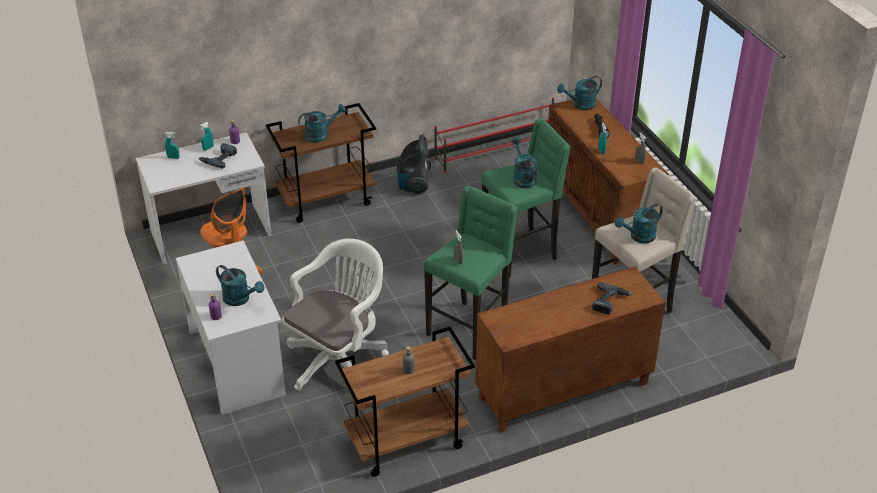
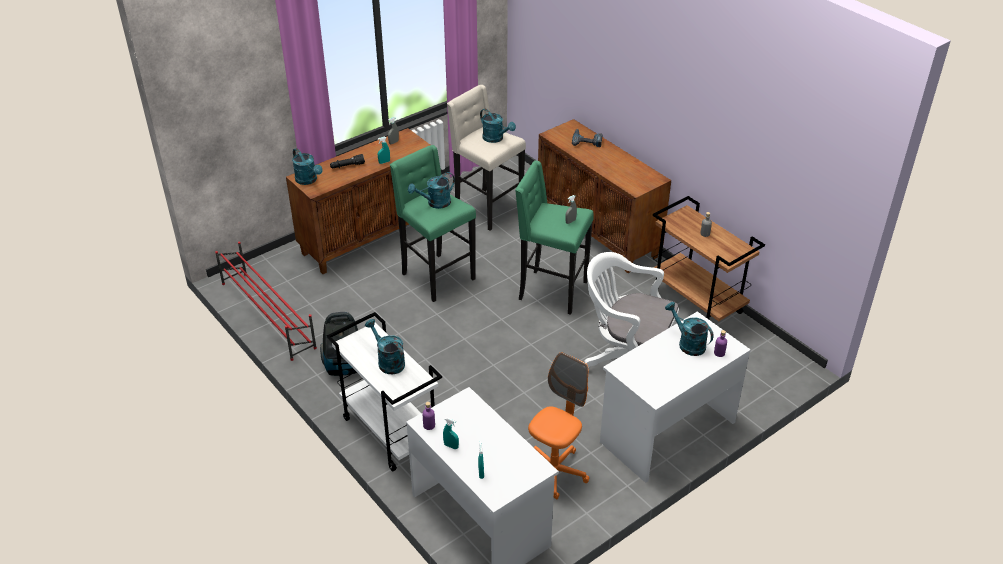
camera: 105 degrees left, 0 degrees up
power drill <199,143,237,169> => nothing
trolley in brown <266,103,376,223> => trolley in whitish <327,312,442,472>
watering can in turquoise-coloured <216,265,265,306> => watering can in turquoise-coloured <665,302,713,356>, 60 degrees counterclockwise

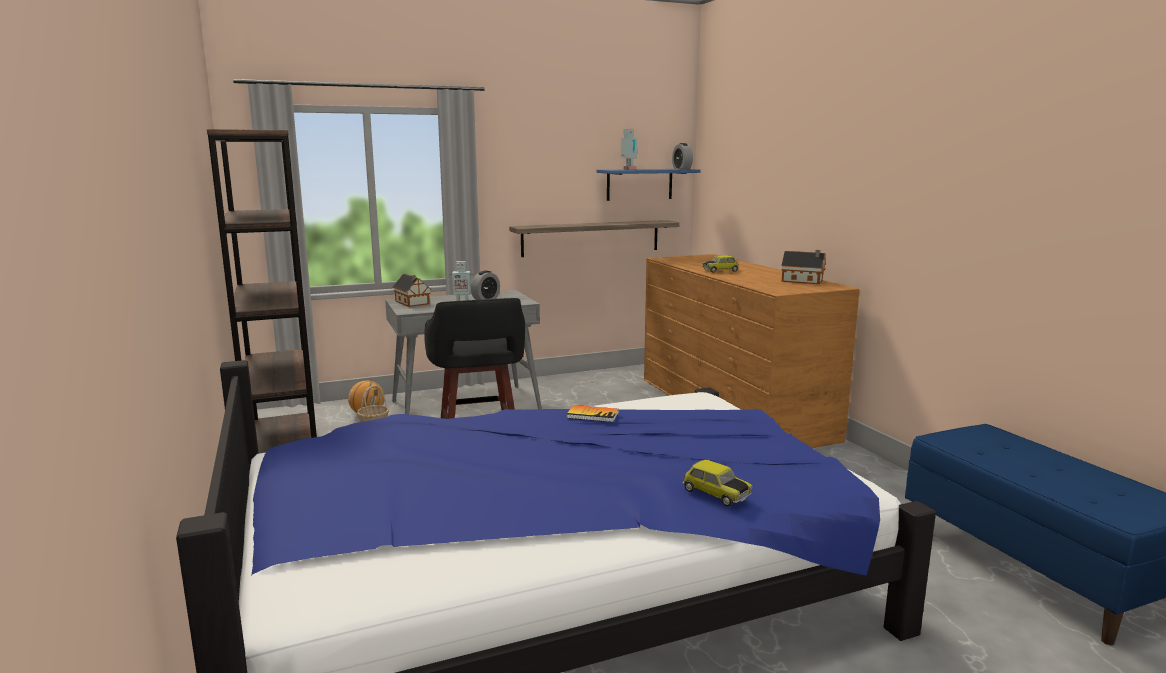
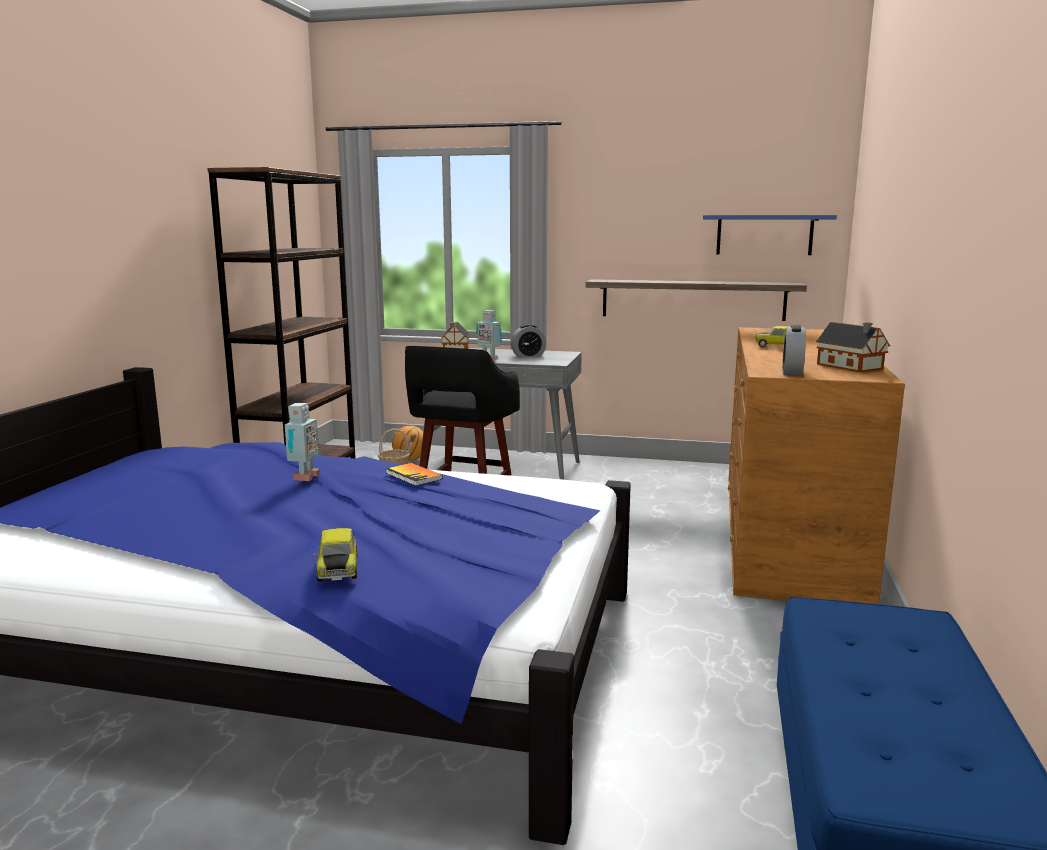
camera: 35 degrees right, 0 degrees up
toy robot <621,129,637,170> => toy robot <285,403,320,481>, moved
table clock <672,143,693,169> => table clock <782,325,806,376>, moved

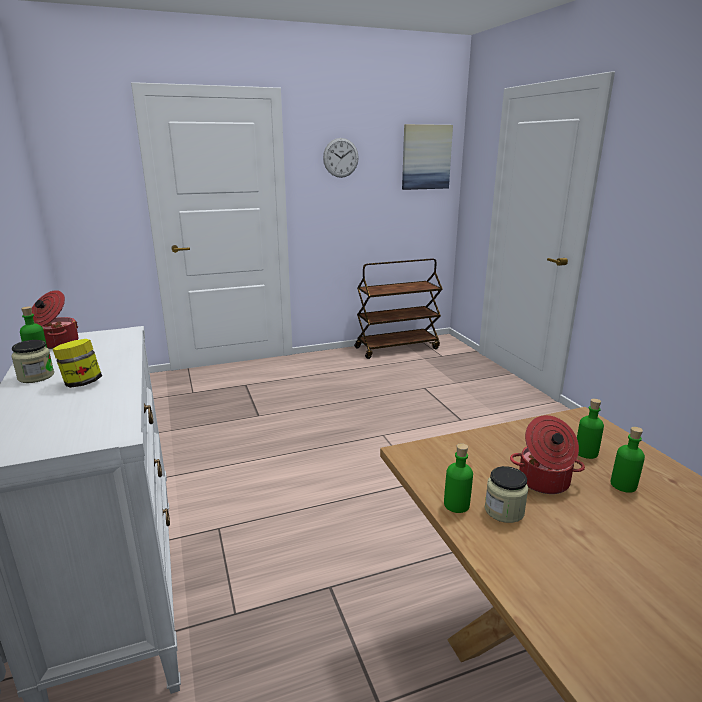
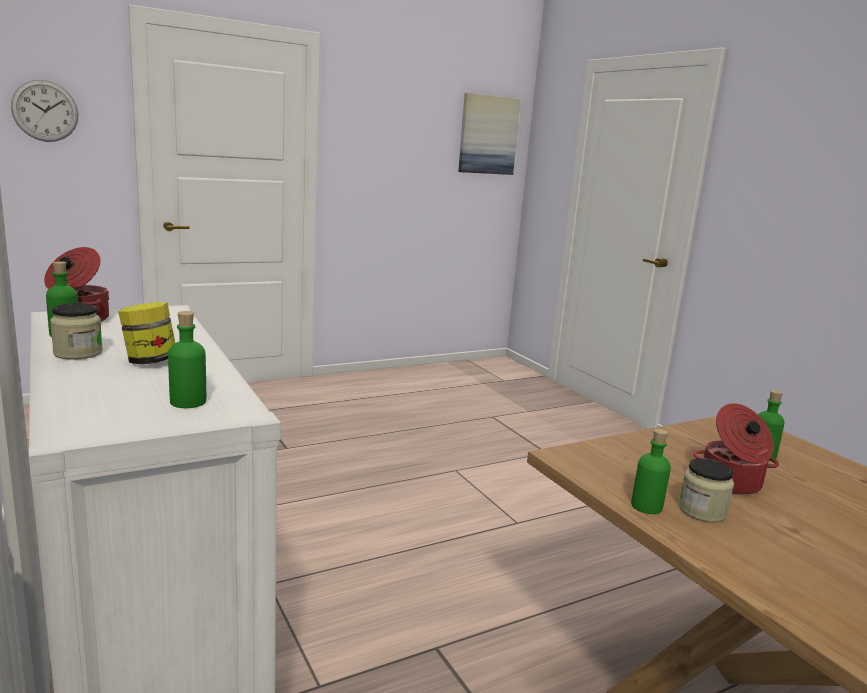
camera: 10 degrees left, 5 degrees down
trolley in brown <354,258,442,359> => nothing
clock on the wall <323,138,359,178> => clock on the wall <11,80,78,142>, moved
bottle in green-coloured <611,427,645,493> => bottle in green-coloured <168,311,206,408>, moved

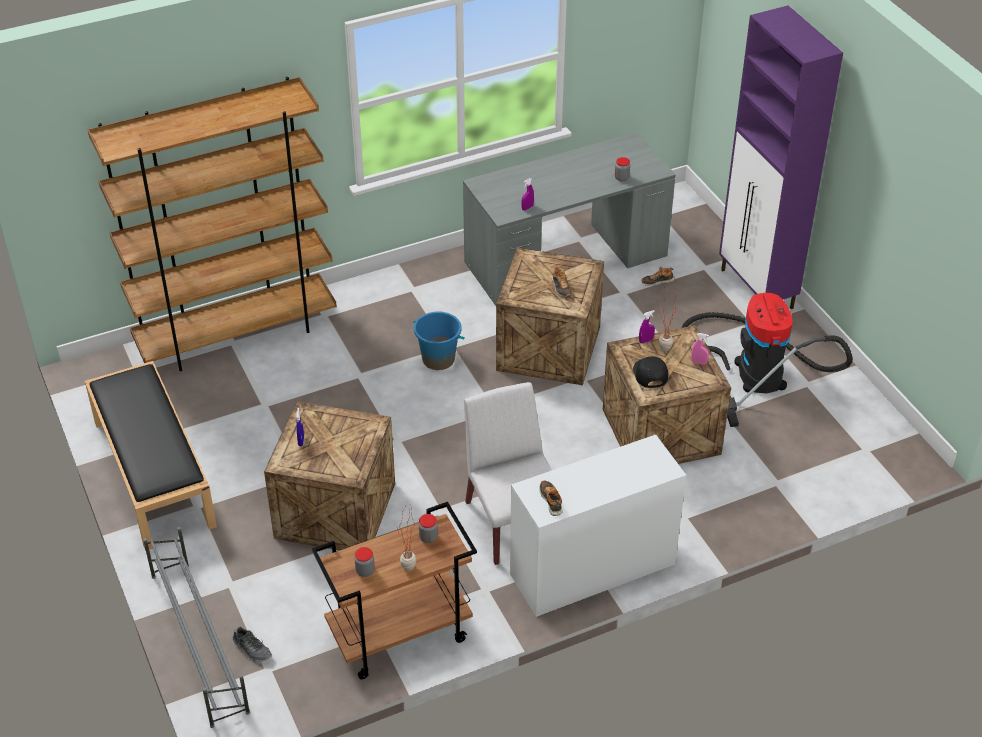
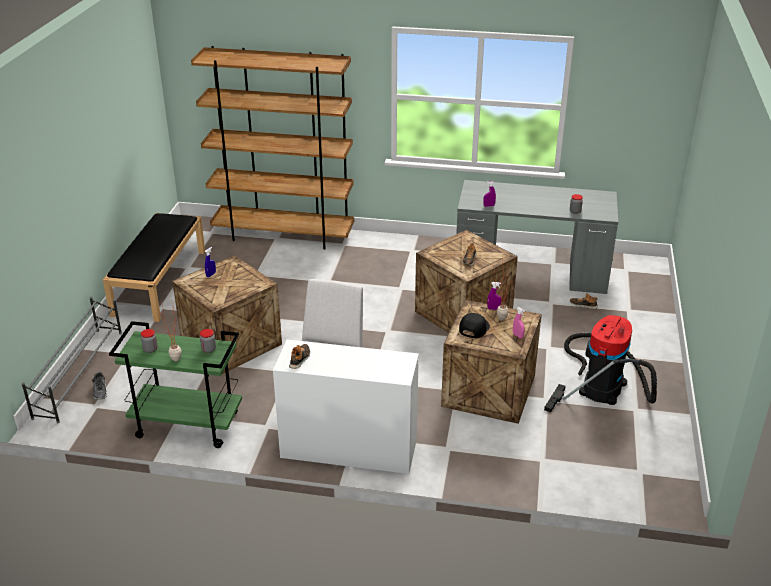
camera: 35 degrees right, 10 degrees down
water bucket in bluish <413,311,465,370> => nothing
cabinet in purplish <719,6,843,309> => nothing
trolley in brown <312,502,477,679> => trolley in green-coloured <109,321,242,448>

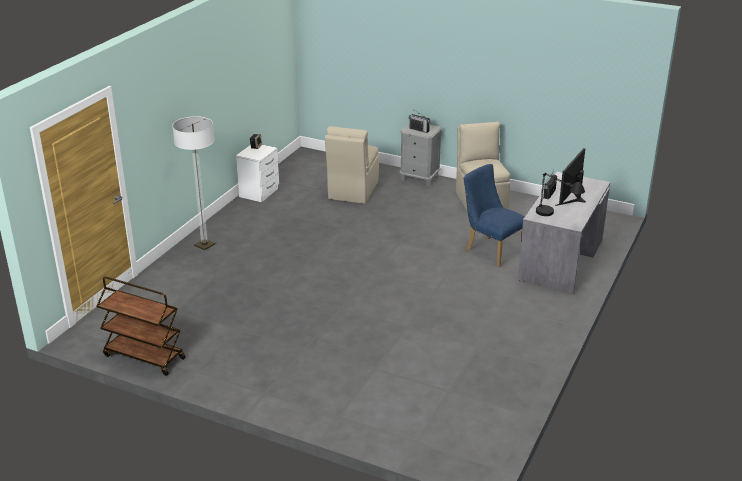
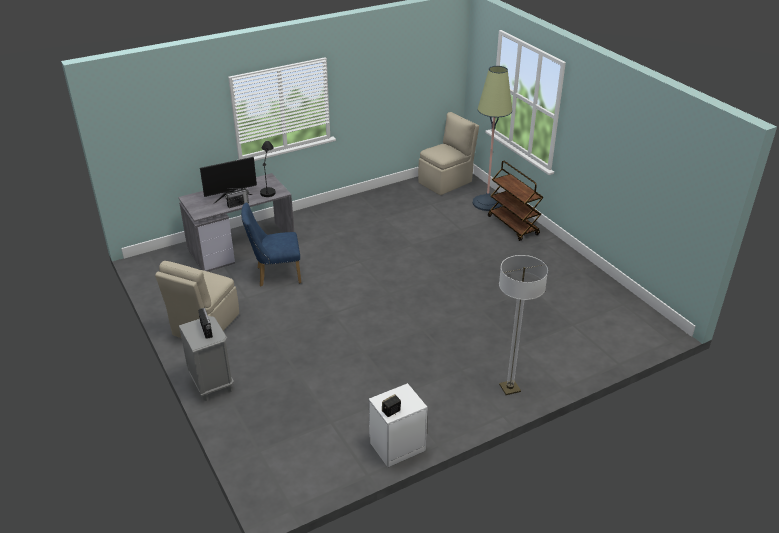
camera: 145 degrees left, 5 degrees up
nothing => standard lamp <473,66,512,211>
trolley in brown <97,276,186,376> => trolley in brown <488,161,544,241>, moved
chair in beige-coloured <325,126,379,204> => chair in beige-coloured <418,112,479,195>, moved
chair in bluish <463,164,525,267> => chair in bluish <241,202,301,287>, 90 degrees clockwise

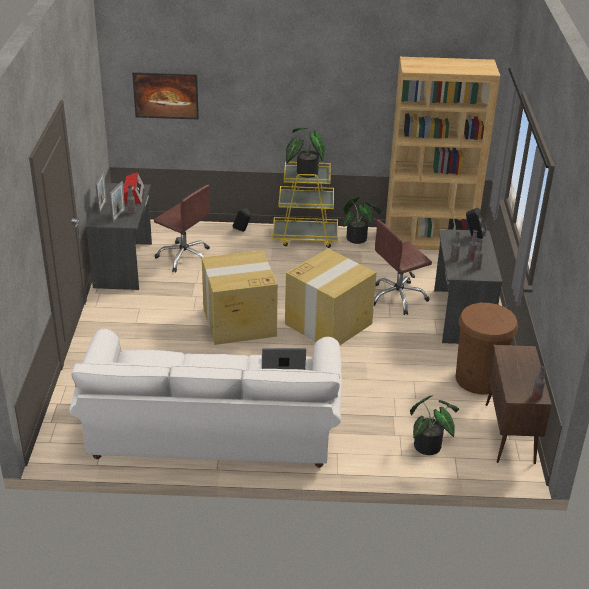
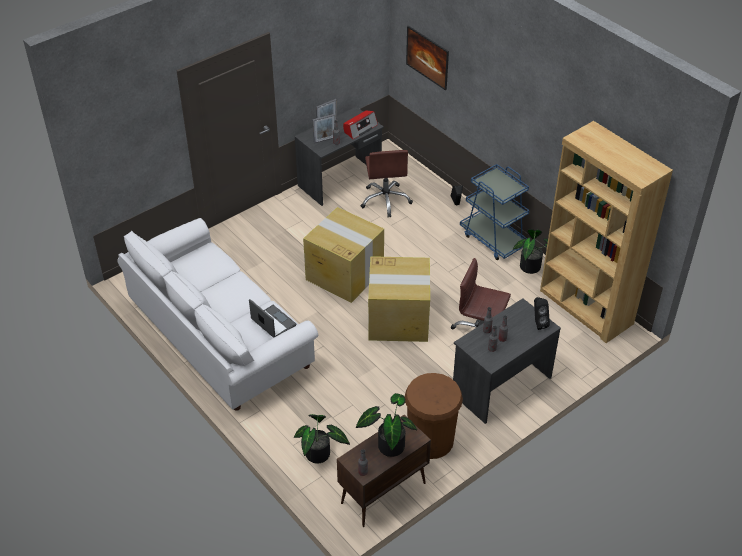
camera: 50 degrees right, 10 degrees up
houseplant <286,127,325,178> => houseplant <356,393,417,457>, moved
trolley in yellow-coloured <272,162,338,248> => trolley in bluish <460,164,529,260>

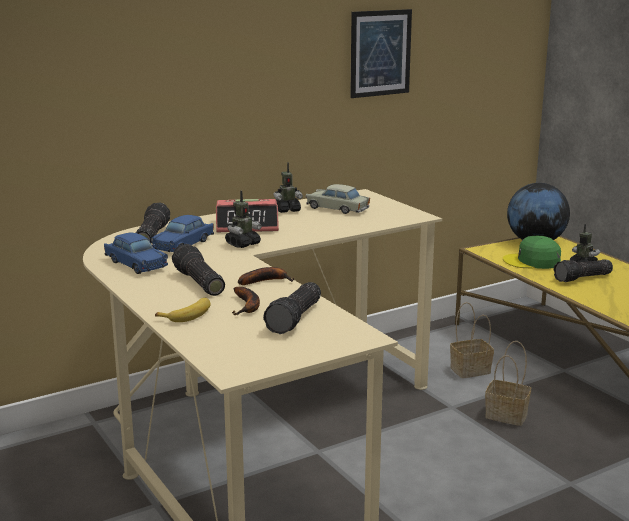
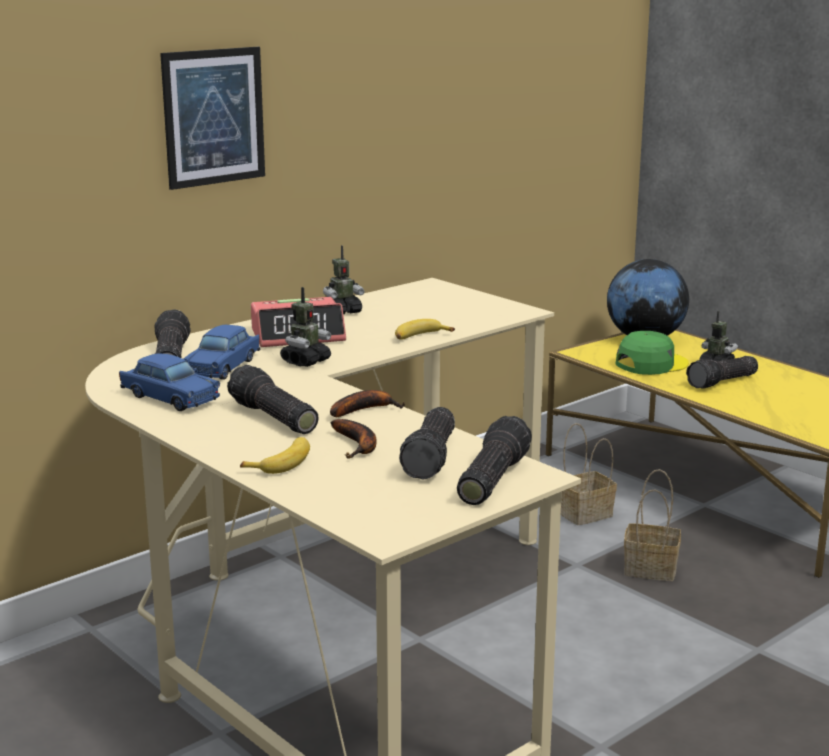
camera: 10 degrees left, 0 degrees up
miniature car in beige-coloured <306,184,370,214> => nothing
nothing => banana fruit <395,319,455,340>
nothing => hand torch <457,416,532,505>
wall art <350,9,412,98> => wall art <160,47,265,190>, moved
peaked cap in green-coloured <503,236,561,269> => peaked cap in green-coloured <616,331,689,375>, 150 degrees clockwise

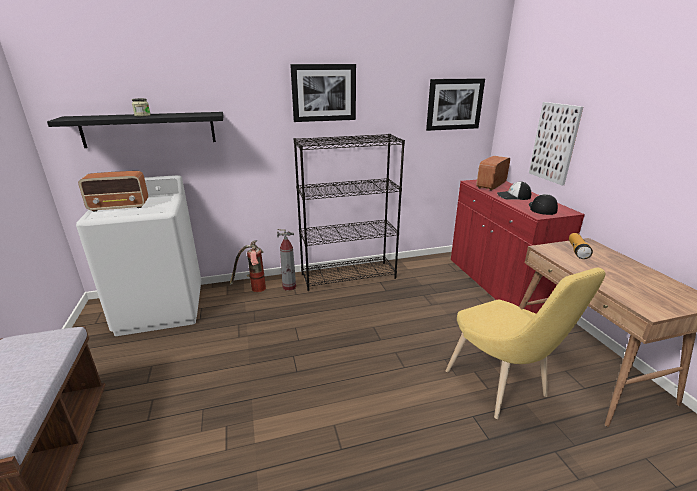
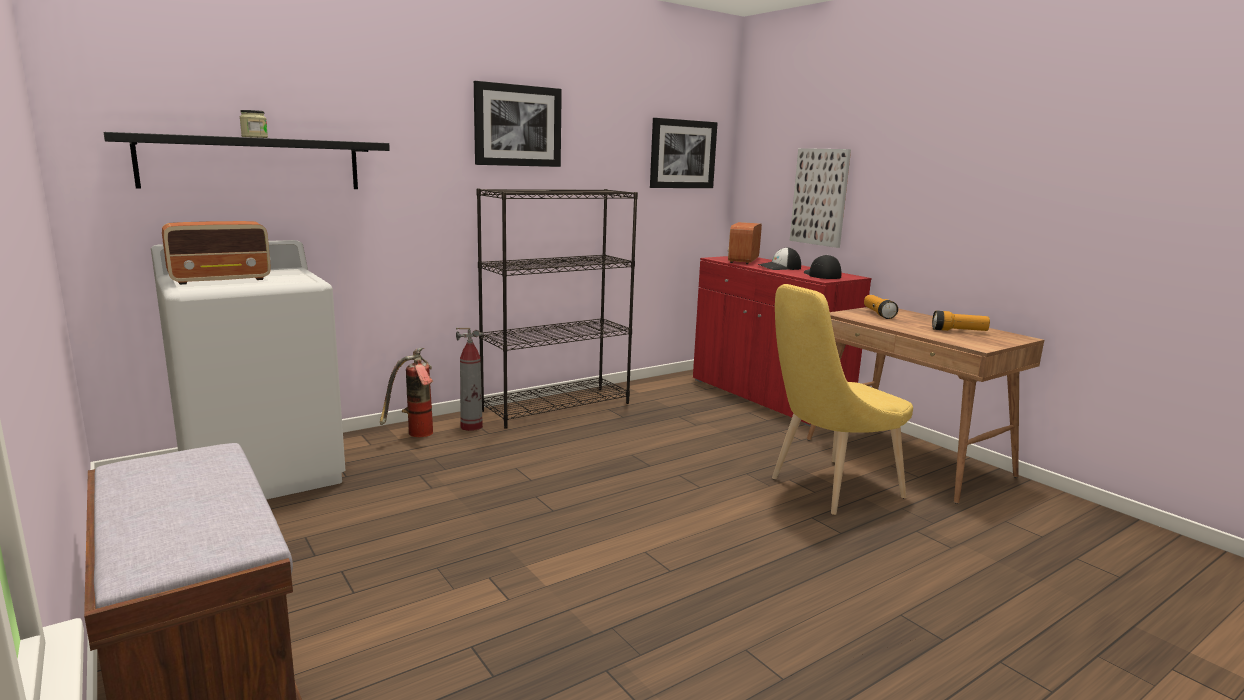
camera: 20 degrees left, 10 degrees down
nothing => hand torch <932,311,990,331>
chair in yellow-coloured <446,268,605,419> => chair in yellow-coloured <772,284,913,515>, 105 degrees clockwise

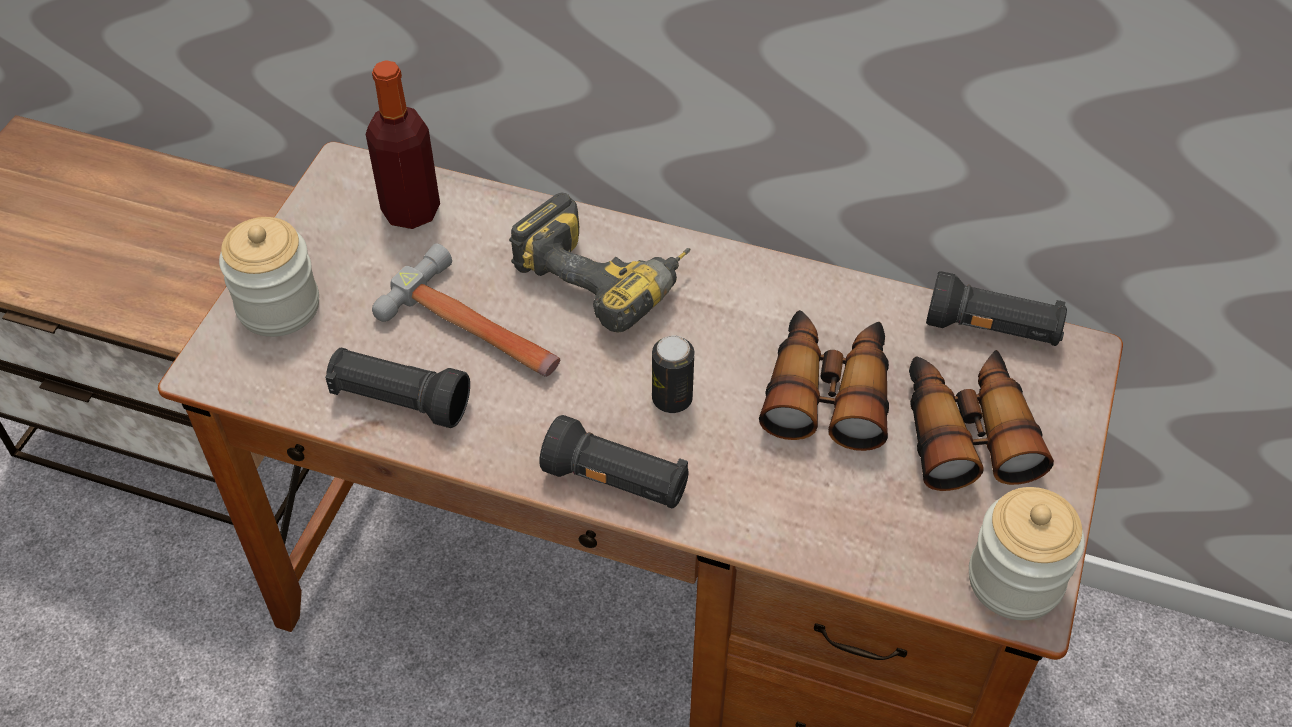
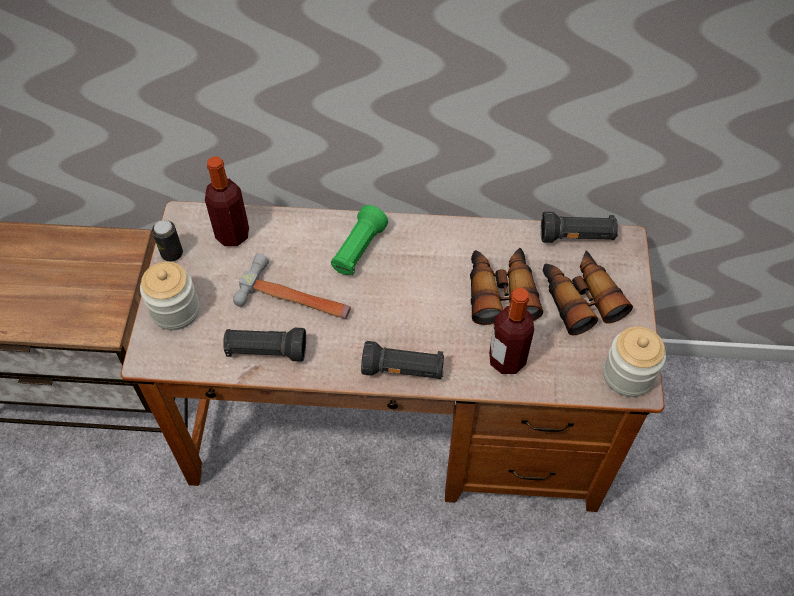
camera: 15 degrees left, 5 degrees up
nothing => bottle <489,288,534,374>
metal can <652,335,695,413> => metal can <152,220,183,262>, moved
power drill <509,193,691,332> => hand torch in green-coloured <331,205,388,275>

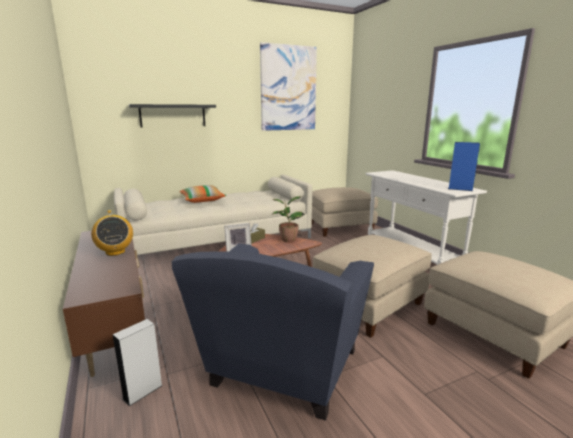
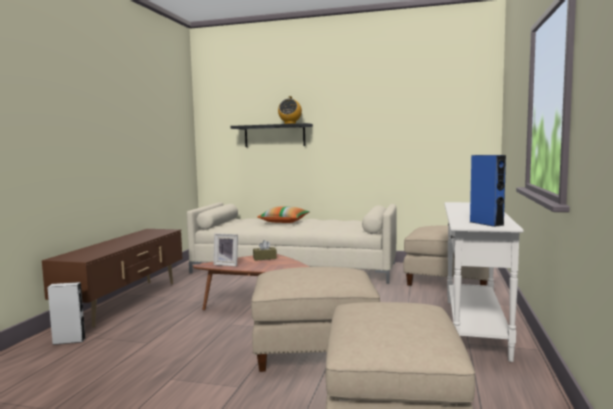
camera: 40 degrees right, 10 degrees down
easy chair in bluish <172,243,374,421> => nothing
wall art <260,42,317,131> => nothing
houseplant <272,196,305,243> => nothing
radio set <91,210,133,256> => radio set <278,96,302,124>, moved

